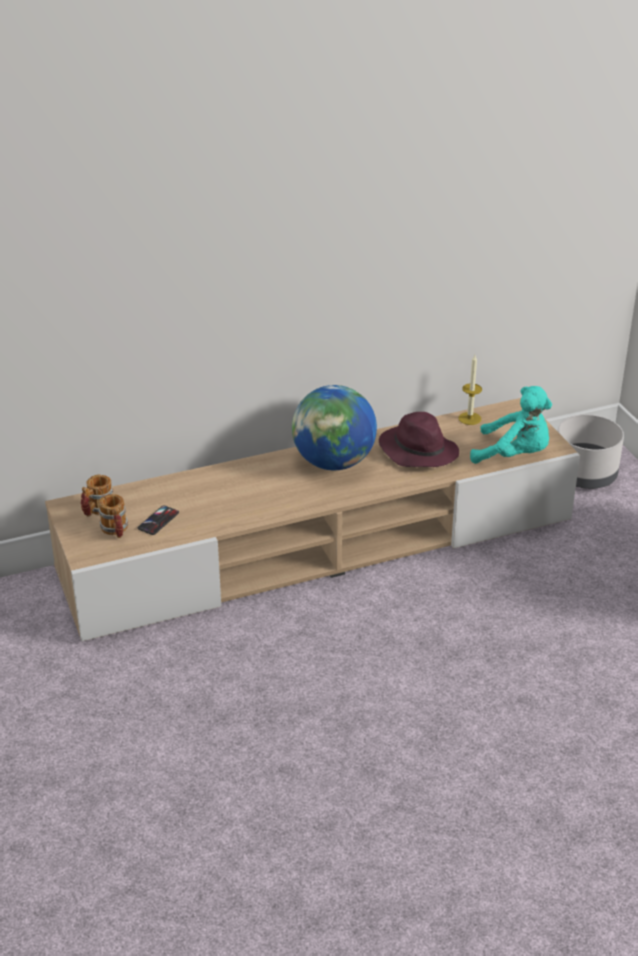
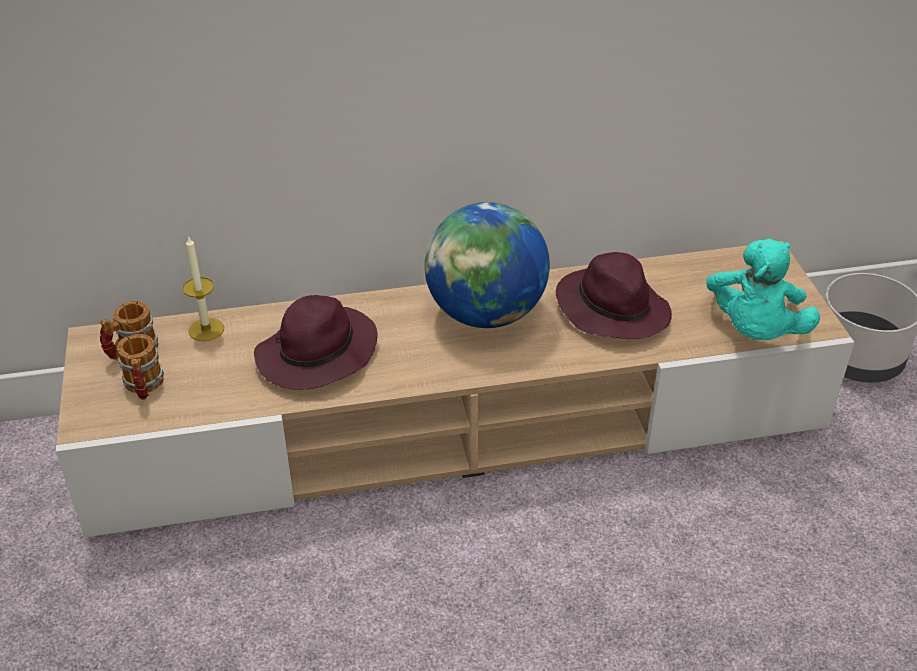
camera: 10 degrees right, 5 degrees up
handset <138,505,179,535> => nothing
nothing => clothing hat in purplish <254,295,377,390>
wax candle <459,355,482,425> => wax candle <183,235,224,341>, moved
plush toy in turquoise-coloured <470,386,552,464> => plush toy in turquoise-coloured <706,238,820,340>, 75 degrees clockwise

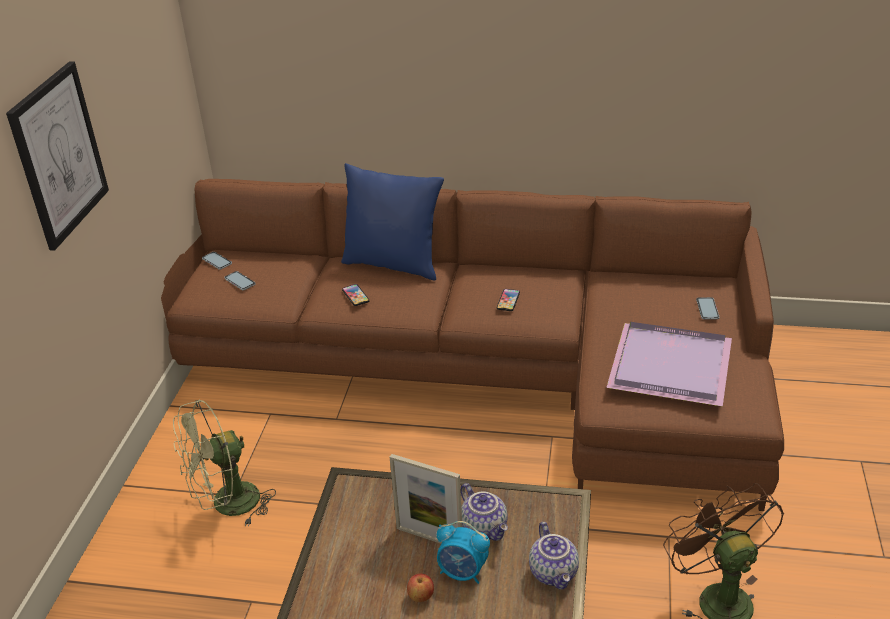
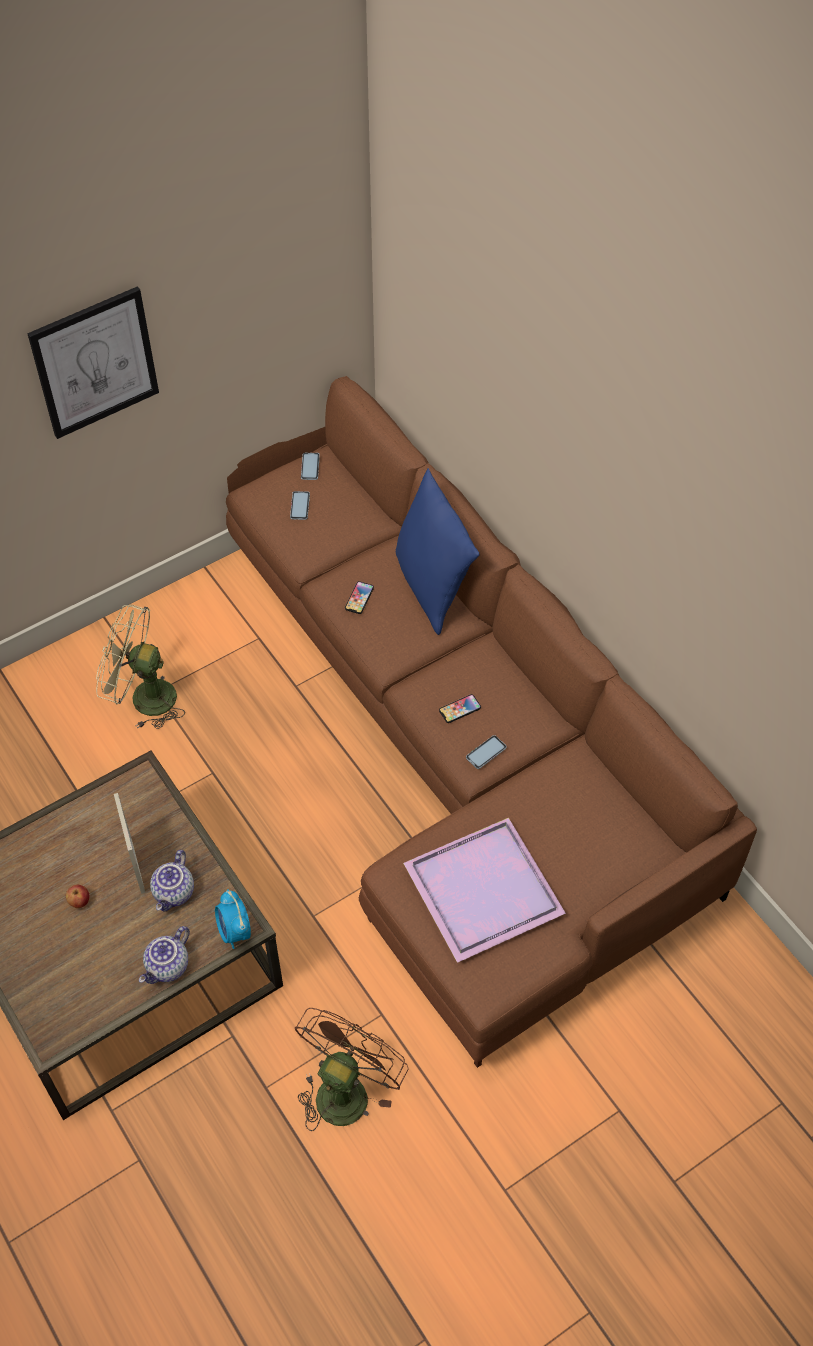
camera: 45 degrees right, 20 degrees up
table clock <437,521,490,584> => table clock <215,889,251,949>, moved
handset <696,297,719,320> => handset <466,735,506,769>, moved

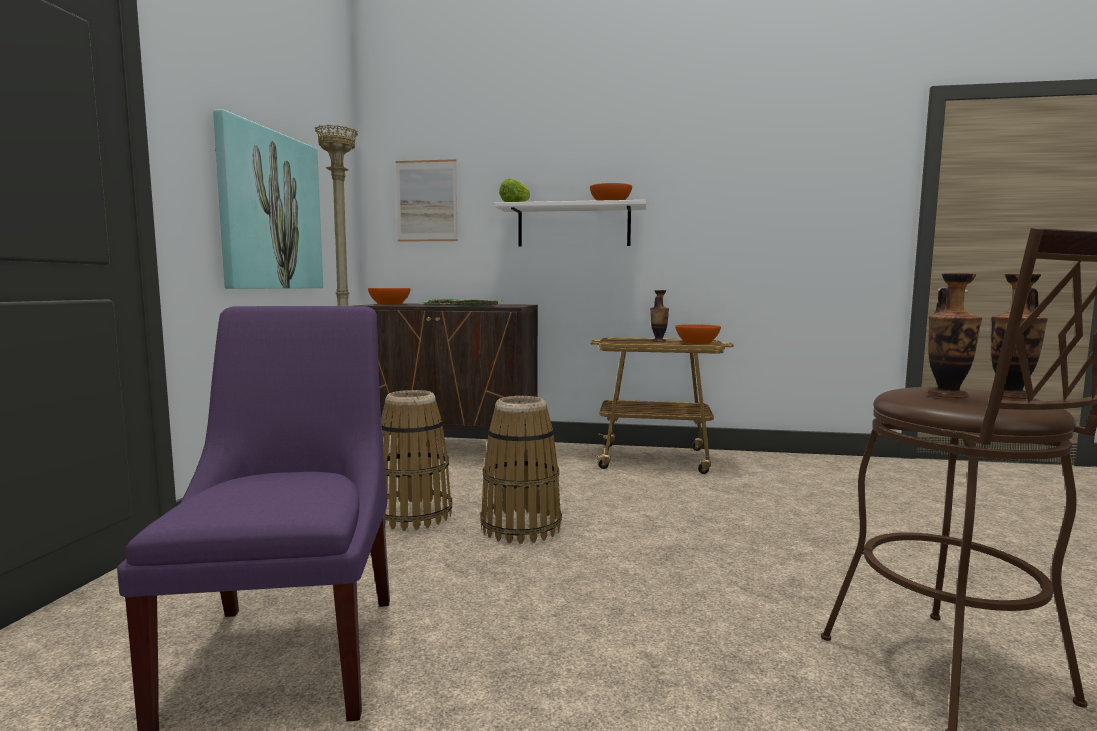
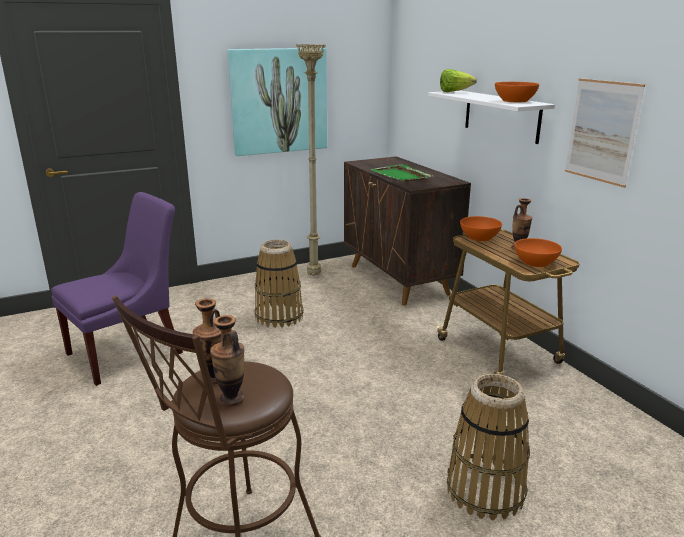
camera: 55 degrees right, 15 degrees up
deep dish in orangey <368,288,410,305> => deep dish in orangey <460,216,502,241>, moved
wall art <396,159,458,242> => wall art <565,78,645,188>, moved
storage basket <481,396,562,544> => storage basket <447,374,530,520>, moved

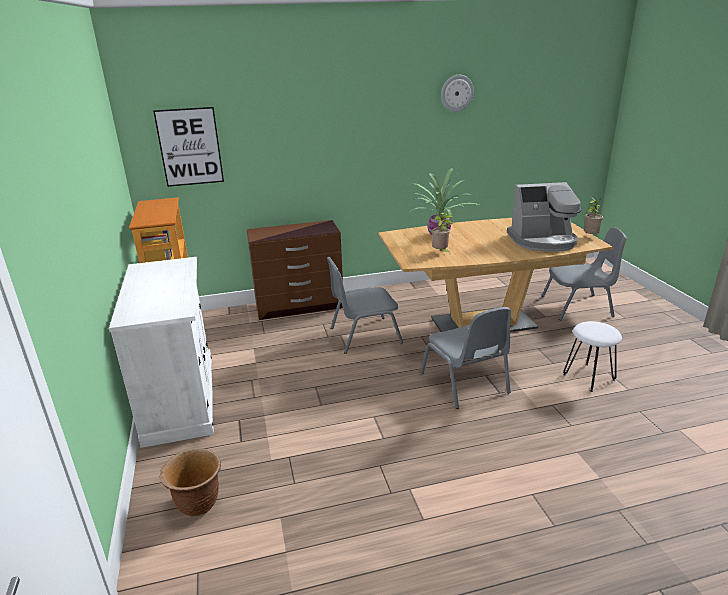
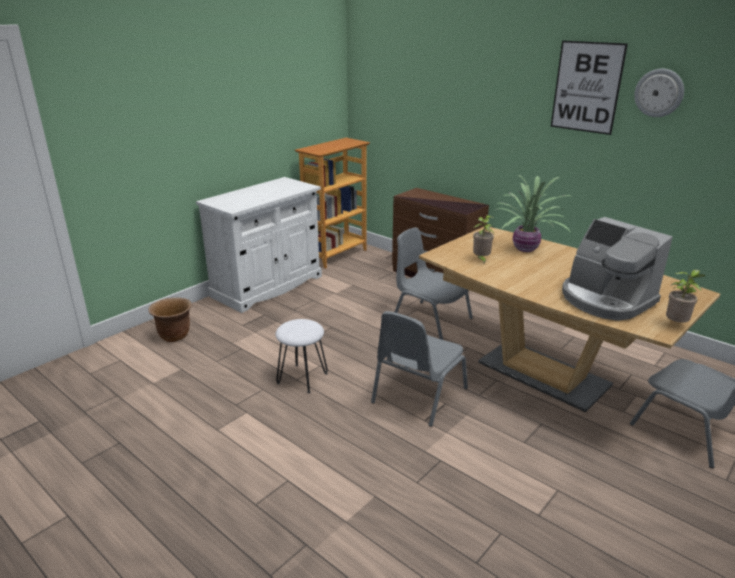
camera: 55 degrees right, 0 degrees up
wall art <153,107,224,187> => wall art <551,41,628,135>, moved
sitting stool in whitish <563,321,622,392> => sitting stool in whitish <275,319,328,393>, moved

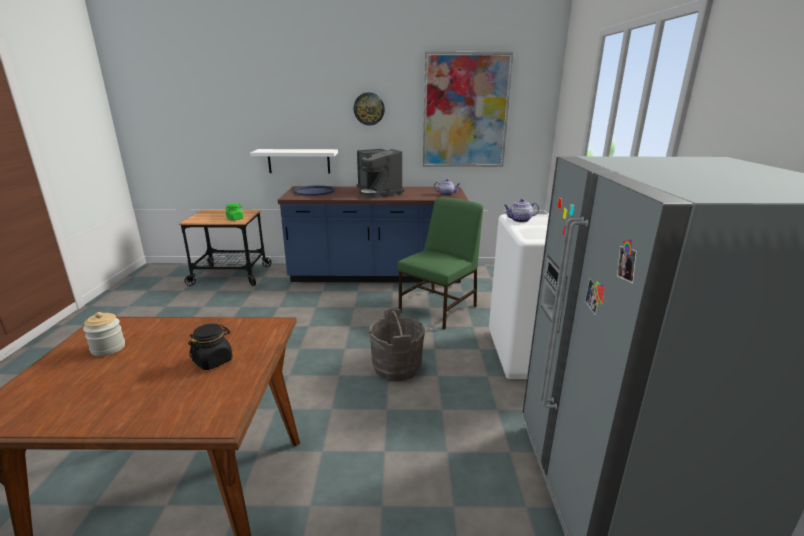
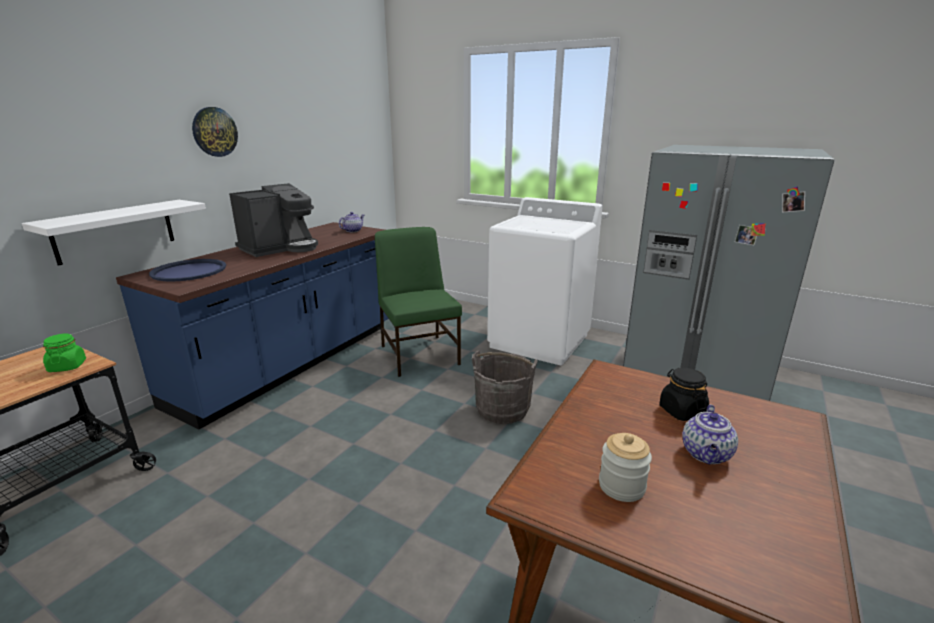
camera: 60 degrees left, 0 degrees up
wall art <423,52,513,167> => nothing
tea pot <504,199,539,223> => tea pot <682,404,738,464>, moved
coffee brewer <356,149,404,198> => coffee brewer <229,183,318,257>, 45 degrees counterclockwise

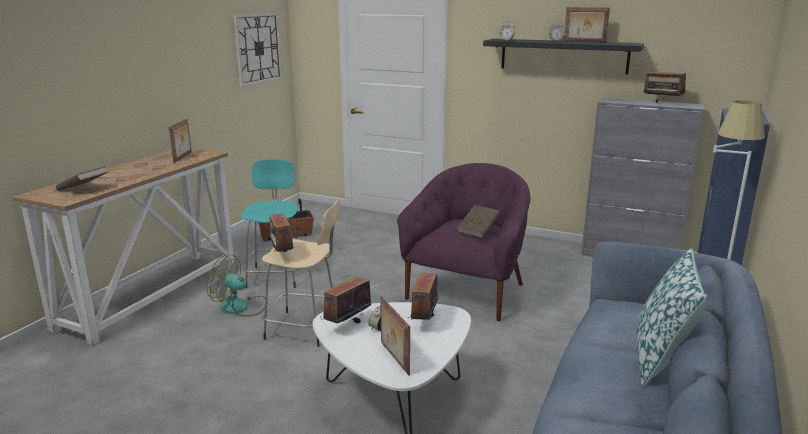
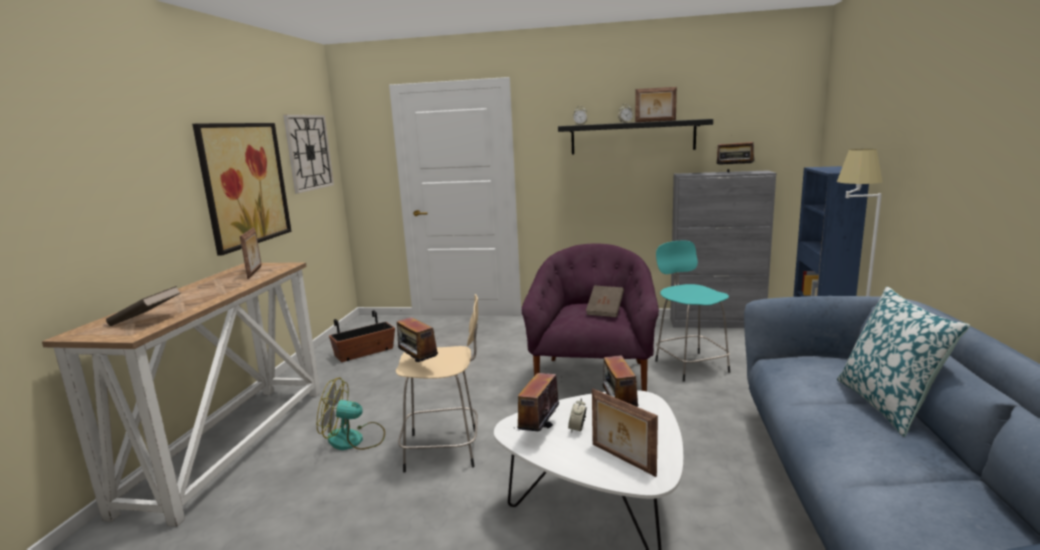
camera: 15 degrees left, 5 degrees down
nothing => wall art <192,123,291,256>
sitting stool in turquoise-coloured <240,159,298,288> => sitting stool in turquoise-coloured <655,241,730,382>, moved

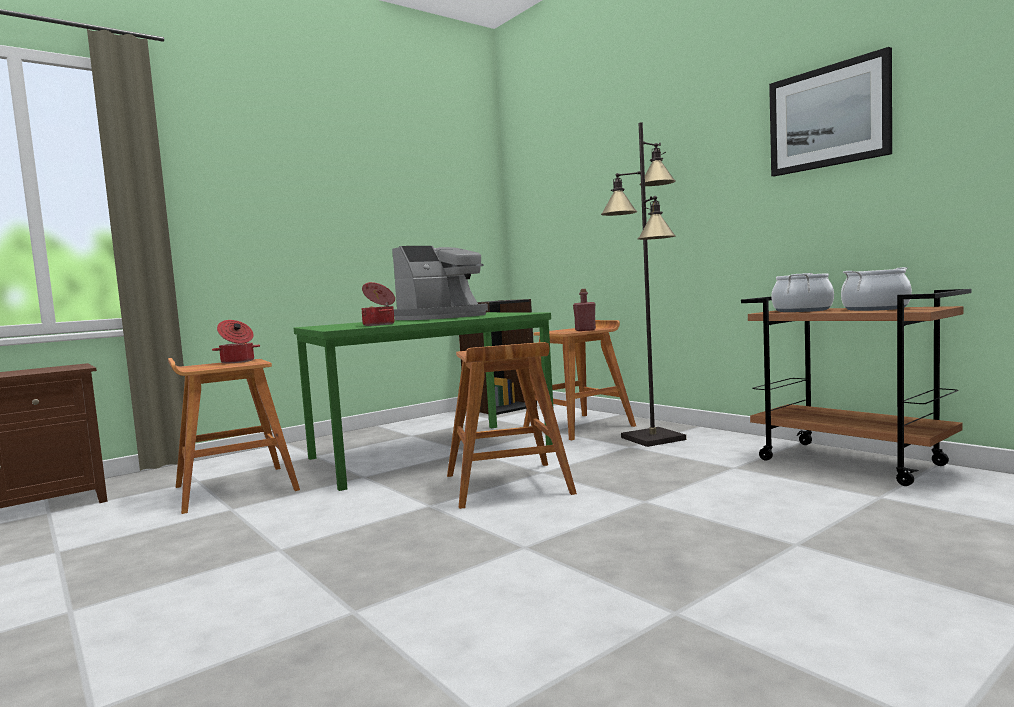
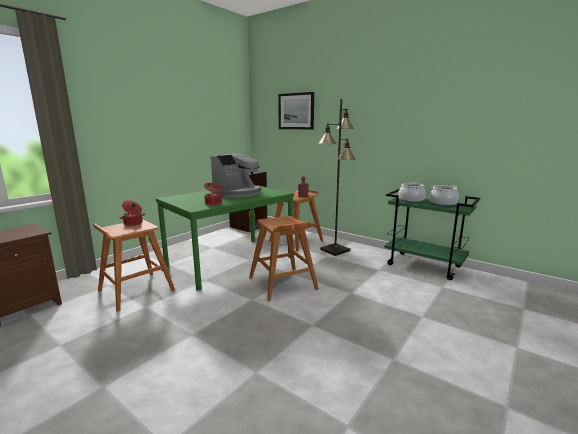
camera: 15 degrees left, 10 degrees up
wall art <769,47,892,176> => wall art <278,92,314,130>, moved
trolley in brown <741,289,971,486> => trolley in green-coloured <384,189,480,280>

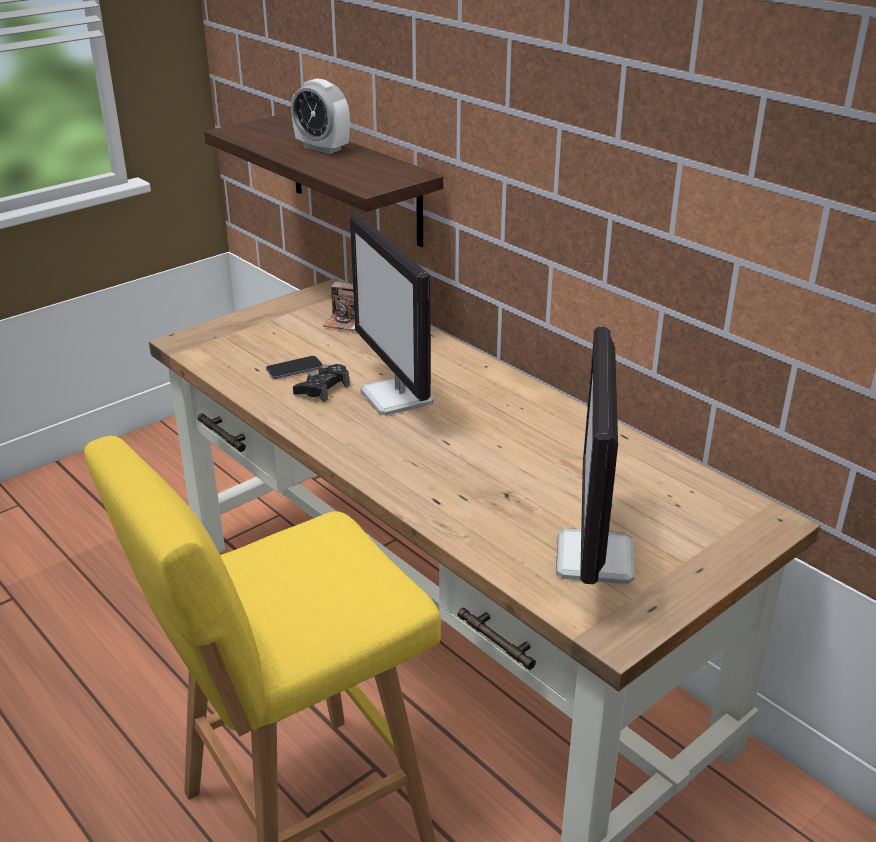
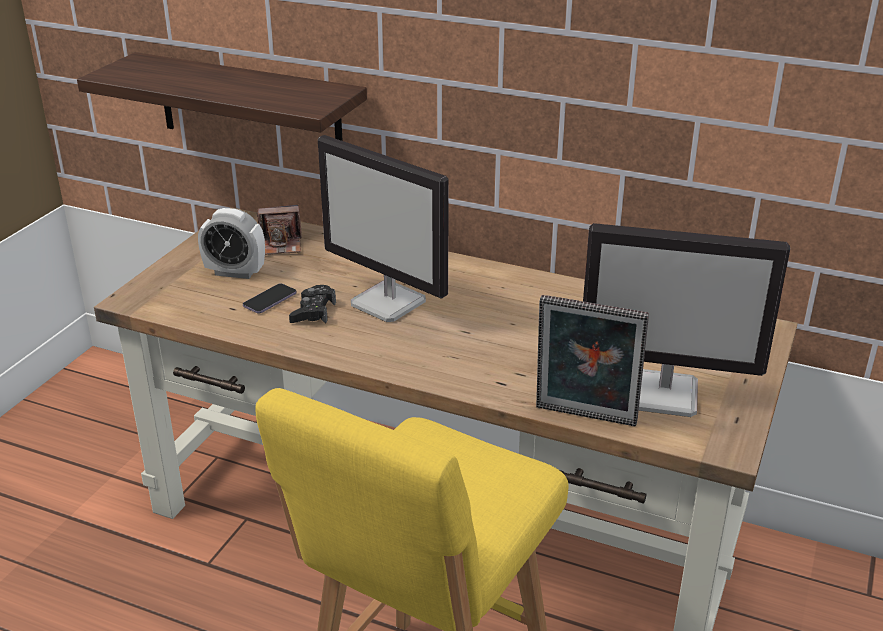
camera: 25 degrees left, 0 degrees up
nothing => photo frame <536,295,649,426>
table clock <291,78,350,154> => table clock <198,208,265,279>, moved
computer screen <556,326,635,584> => computer screen <583,223,790,417>, 60 degrees counterclockwise

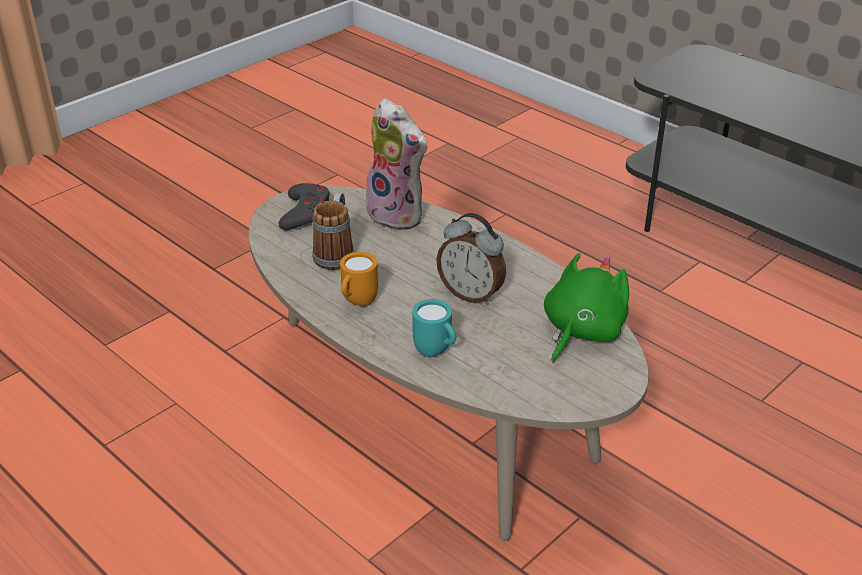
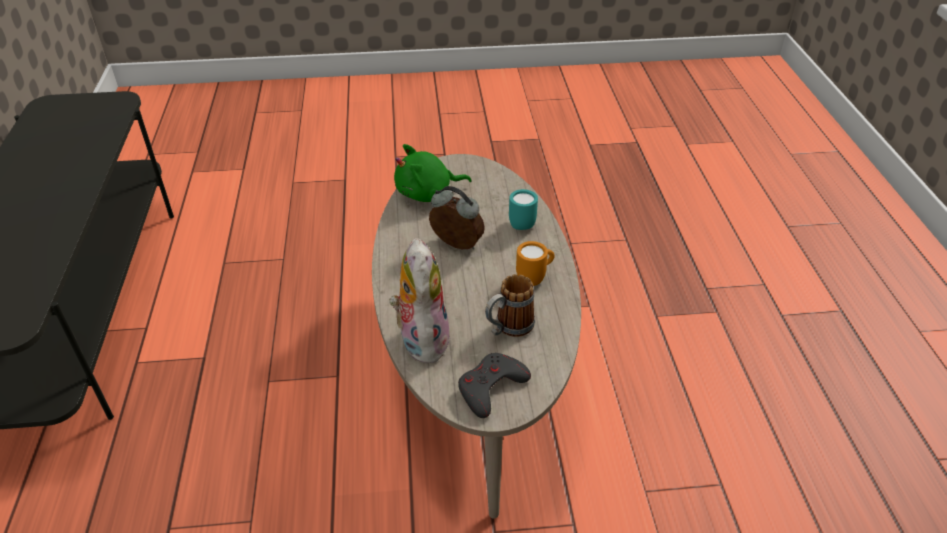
camera: 140 degrees left, 5 degrees up
table clock <436,213,506,305> => table clock <429,186,485,249>, 45 degrees counterclockwise

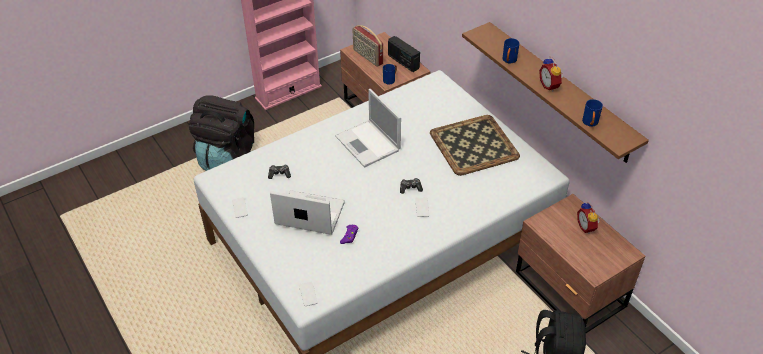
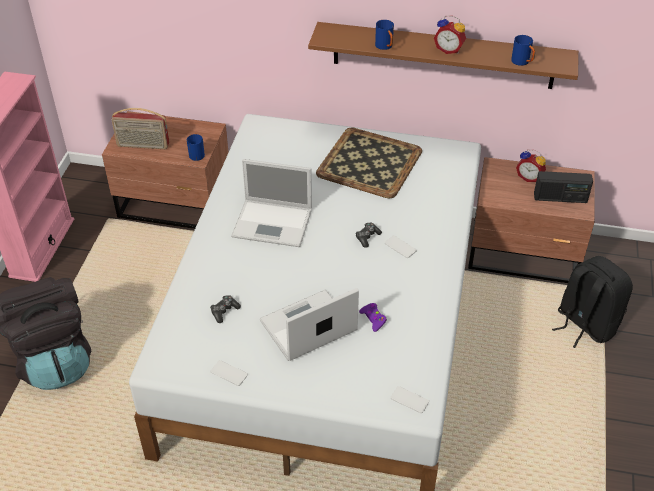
camera: 45 degrees left, 0 degrees up
radio set <388,36,420,72> => radio set <534,171,593,203>, moved

